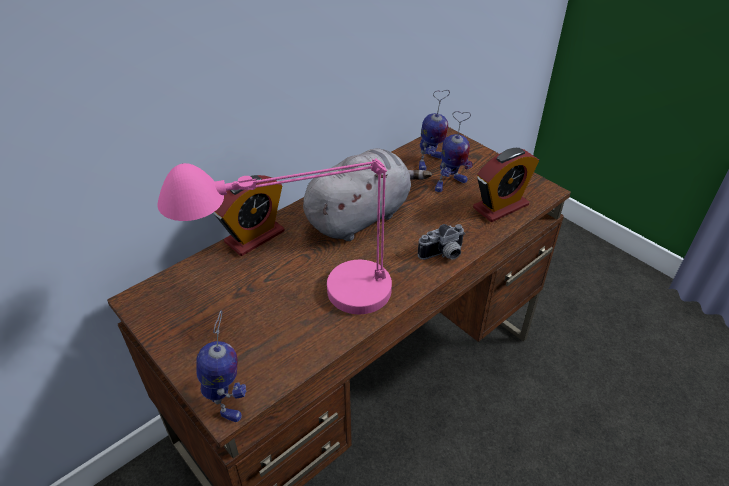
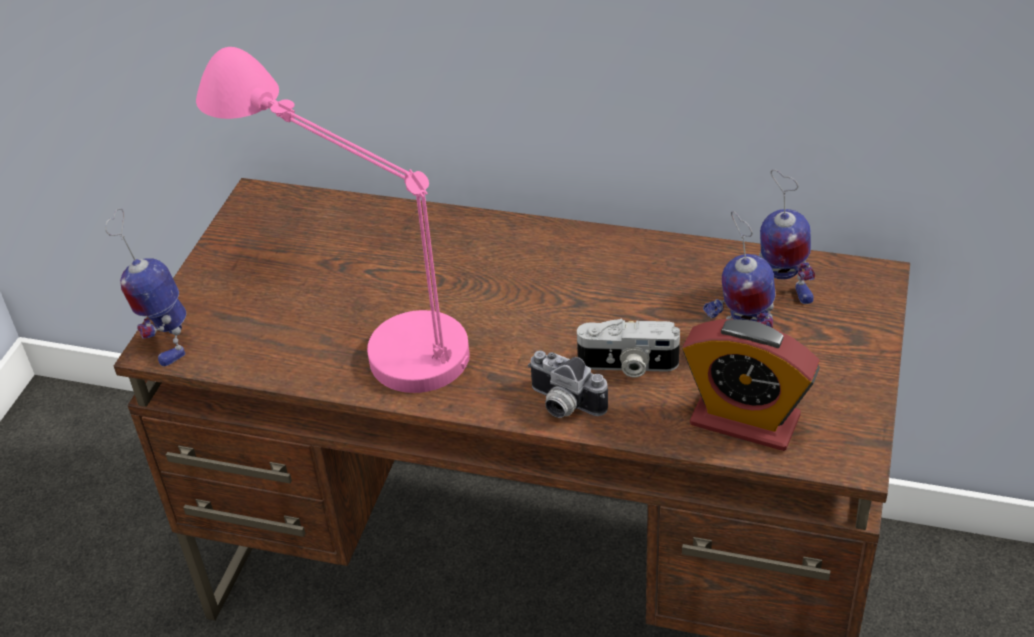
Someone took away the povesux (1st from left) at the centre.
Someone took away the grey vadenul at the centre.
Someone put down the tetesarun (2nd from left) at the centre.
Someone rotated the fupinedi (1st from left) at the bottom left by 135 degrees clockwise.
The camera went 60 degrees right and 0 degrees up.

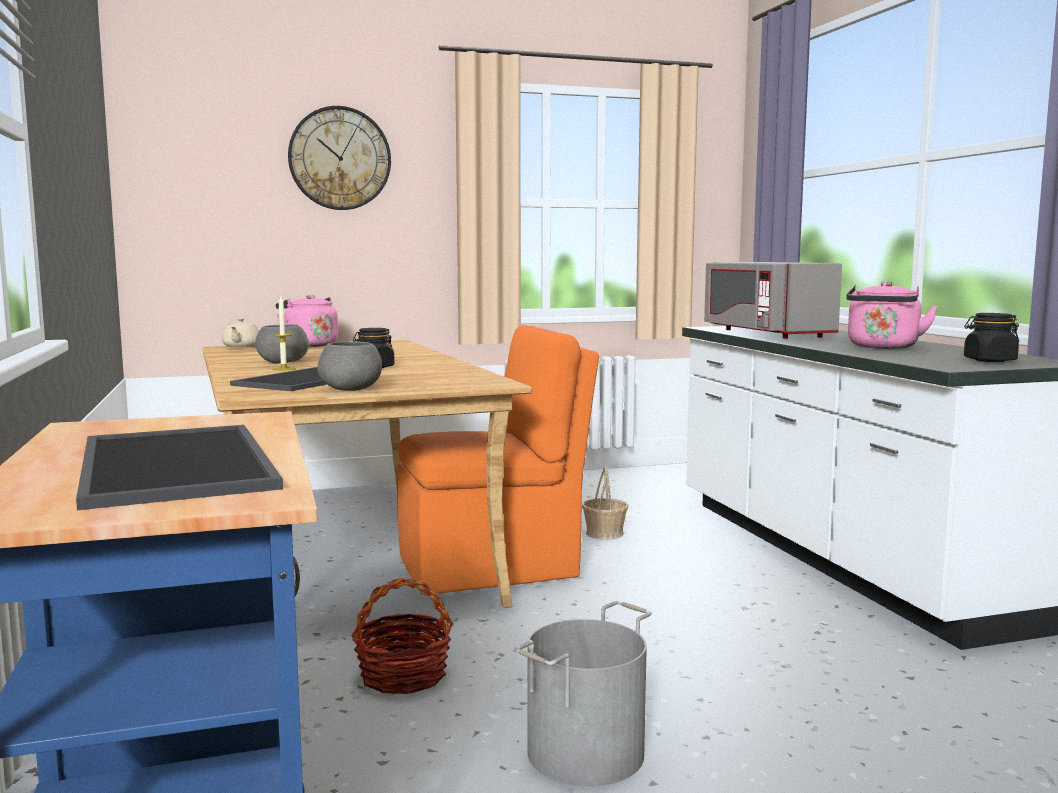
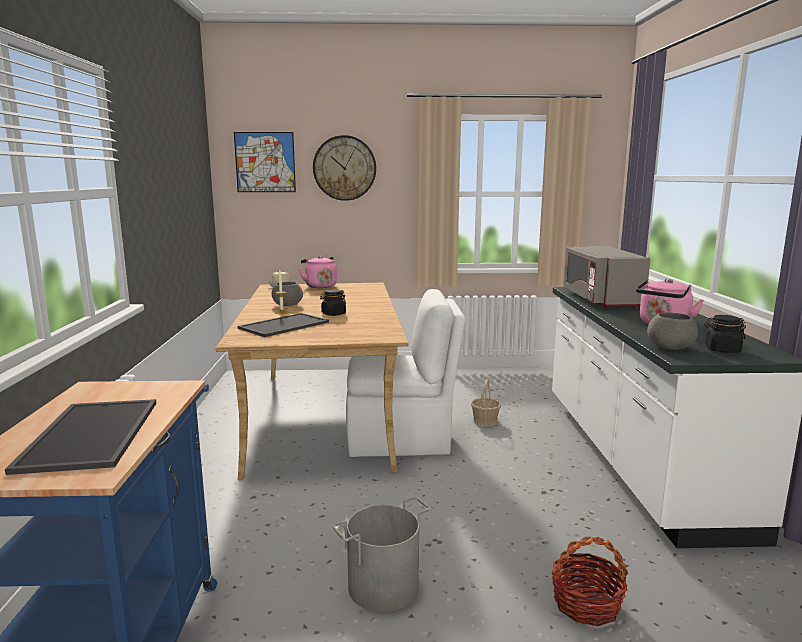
Someone put up the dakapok at the top left.
Someone carried the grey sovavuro (2nd from left) from the middle left to the middle right.
Someone carried the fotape (1st from left in the first image) from the bottom centre to the bottom right.
Someone repainted the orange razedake at the centre, which became the white razedake at the centre.
The camera went 15 degrees right and 5 degrees up.

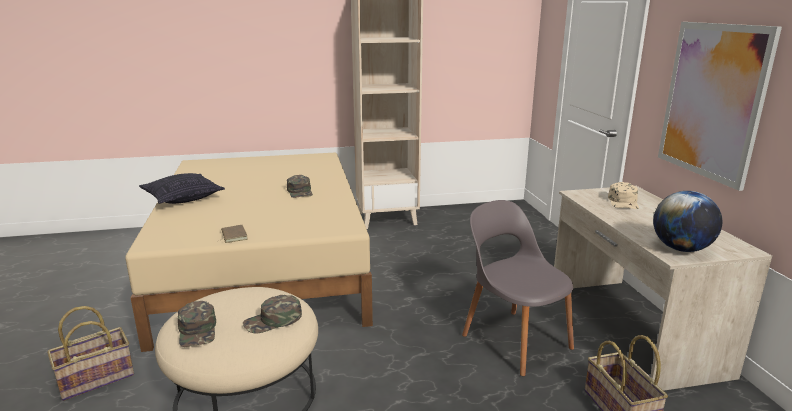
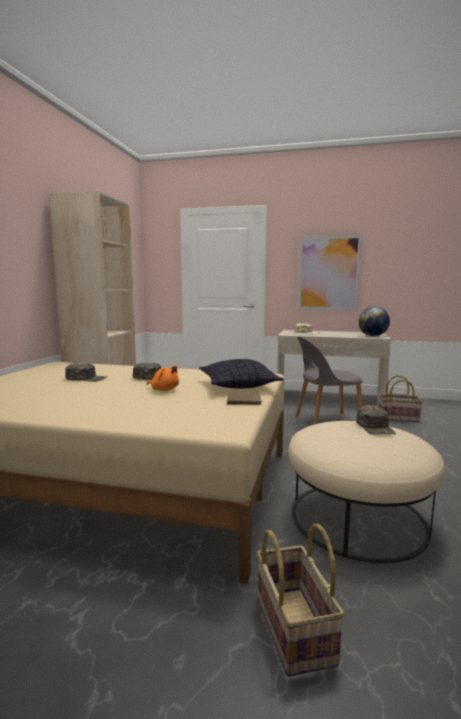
Someone put down the orange vadenul at the centre.
Someone carried the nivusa from the middle left to the centre.
Someone carried the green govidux (1st from left) from the bottom left to the middle left.
The camera went 65 degrees left and 10 degrees down.

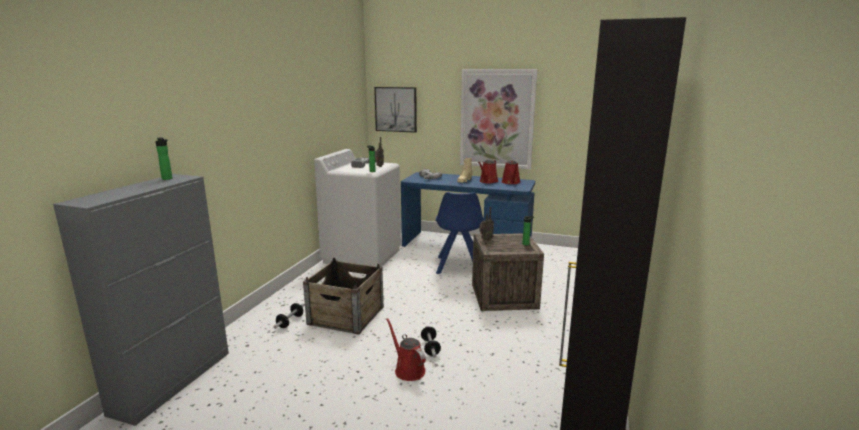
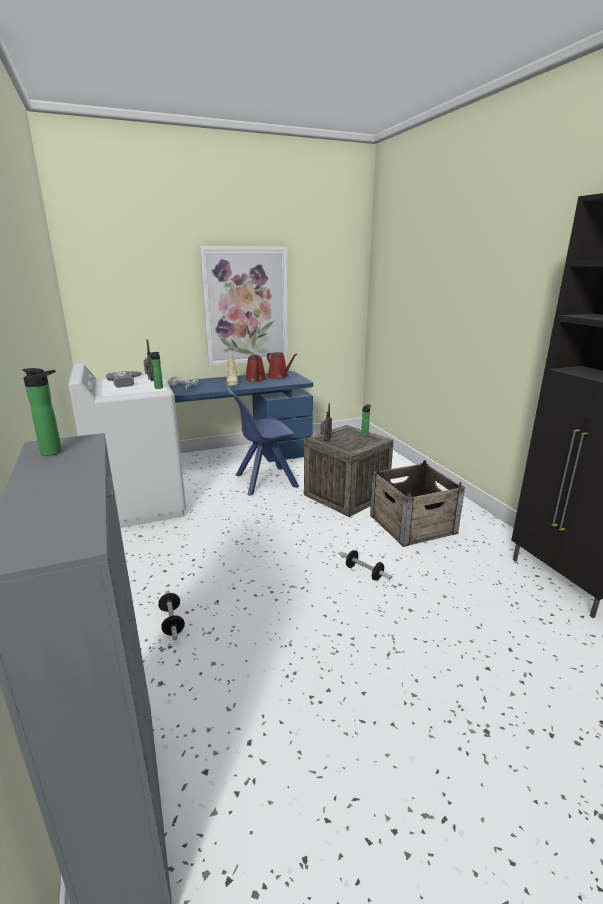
Someone took away the dakapok (1st from left) at the top centre.
Someone took away the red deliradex (1st from left) at the bottom centre.
Someone carried the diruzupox (1st from left in the first image) from the bottom centre to the middle right.
Someone rotated the blue razedake at the centre by 105 degrees clockwise.
The camera went 40 degrees left and 5 degrees up.

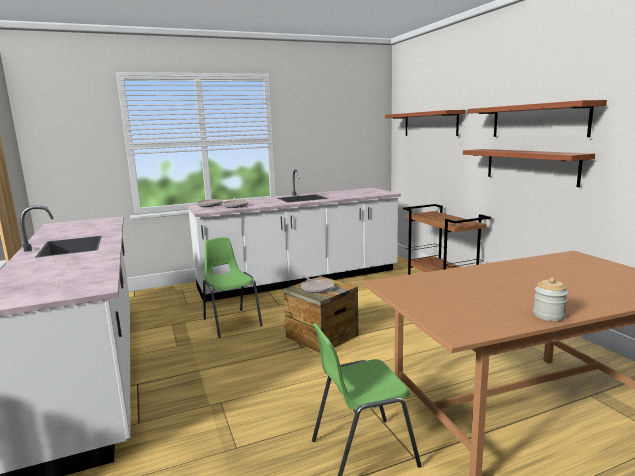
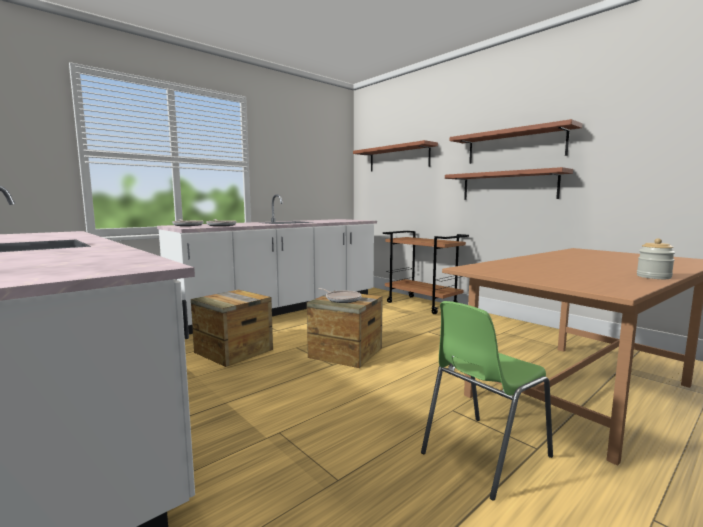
Someone swapped the green razedake (1st from left) at the centre for the diruzupox (1st from left) at the middle left.
The camera went 20 degrees left and 5 degrees down.

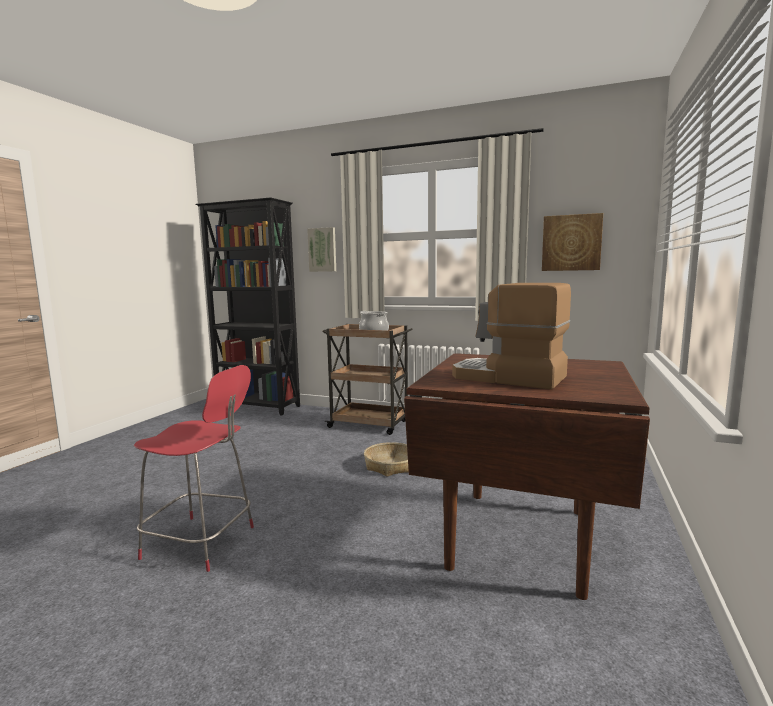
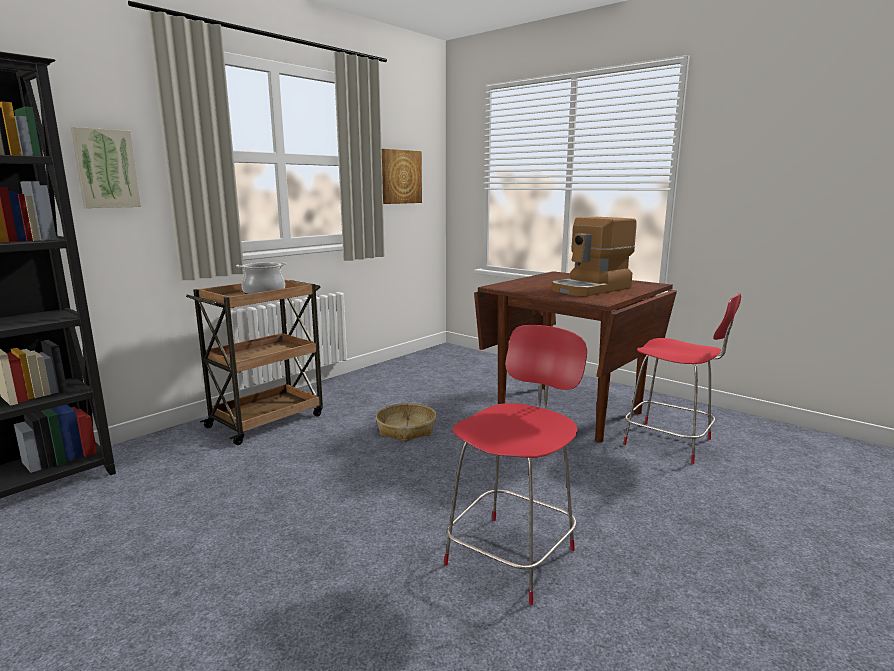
Someone put down the red razedake (2nd from left) at the middle right.
The camera went 70 degrees left and 5 degrees up.

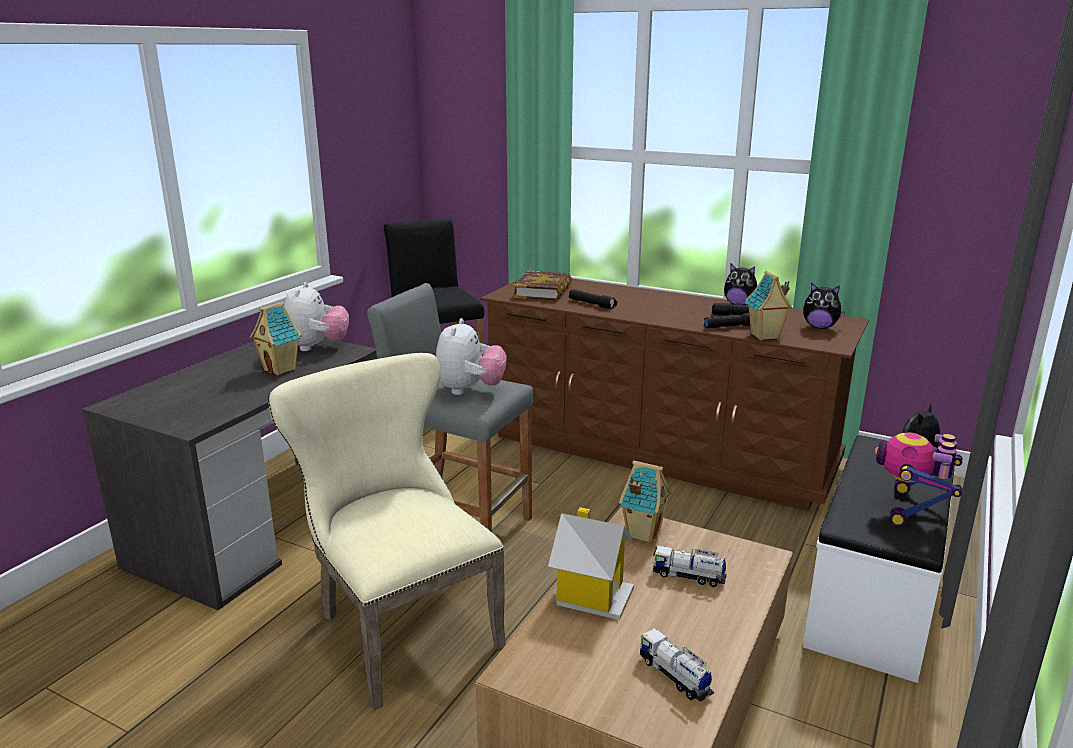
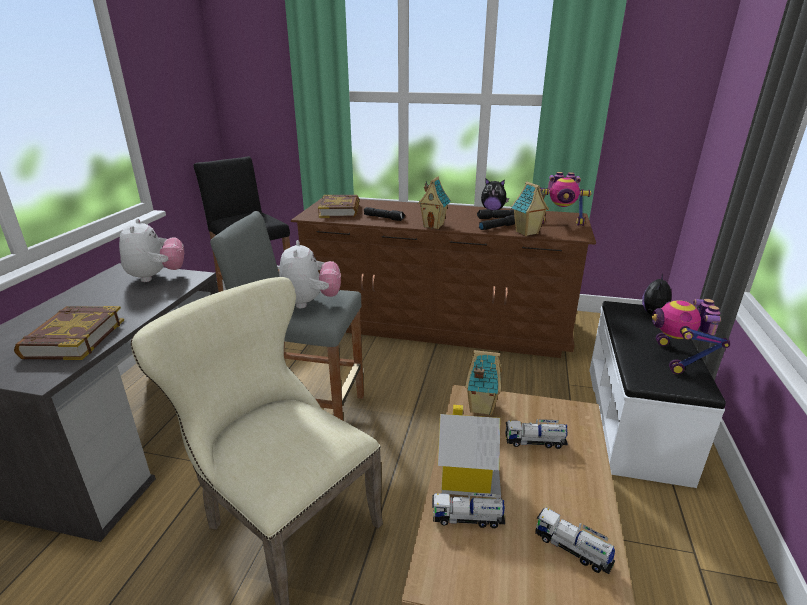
Someone put down the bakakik (1st from left) at the middle left.
Someone put down the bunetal (1st from left) at the bottom centre.
Someone carried the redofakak (1st from left) from the middle left to the centre.
Someone swapped the vadenul (4th from left) at the middle right for the fupinedi (1st from left) at the top right.
The camera went 15 degrees left and 5 degrees up.

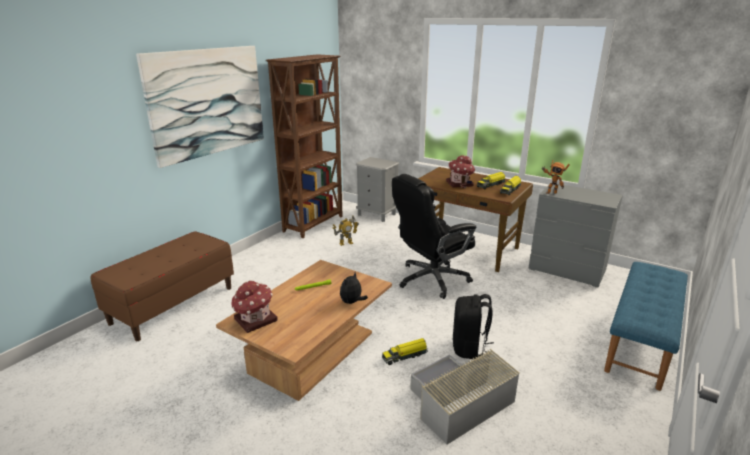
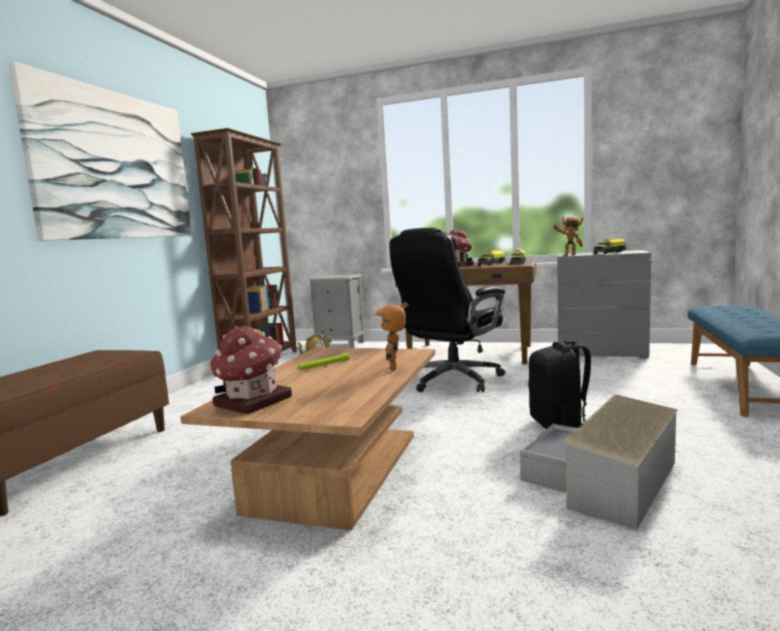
Someone carried the bunetal (1st from left in the first image) from the bottom centre to the middle right.
Someone swapped the vadenul at the centre for the fupinedi (2nd from left) at the centre.
The camera went 15 degrees left and 15 degrees down.

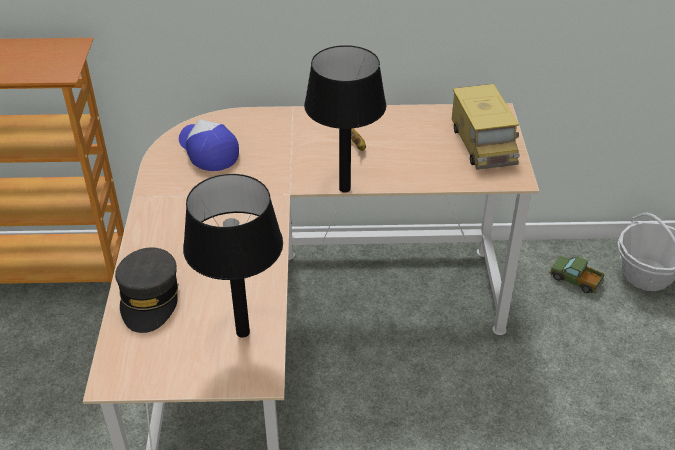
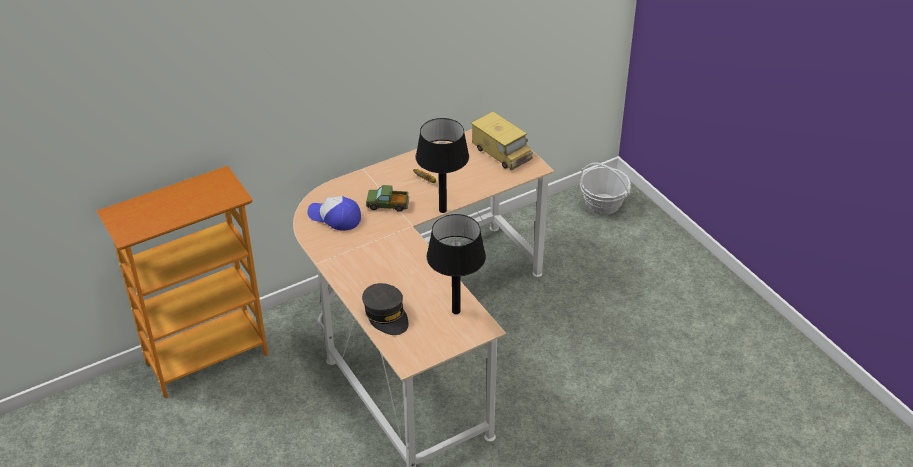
Someone carried the bunetal (2nd from left in the first image) from the middle right to the centre.
The camera went 30 degrees left and 0 degrees up.

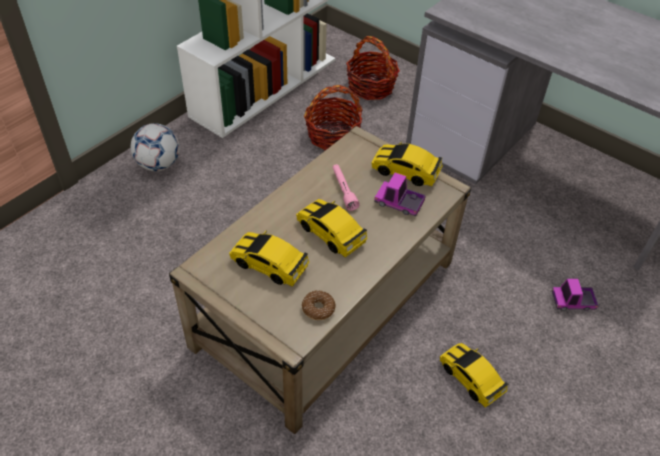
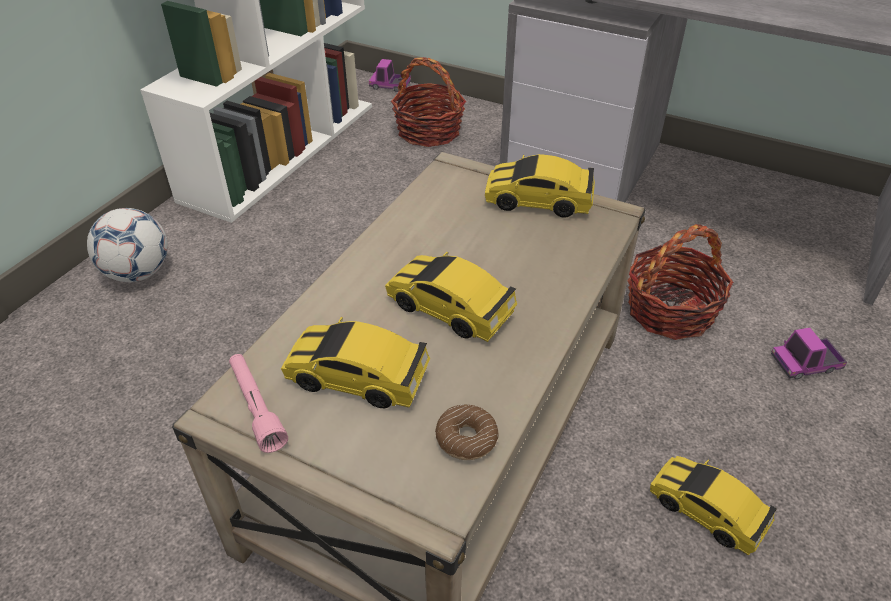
Someone carried the fotape (1st from left in the first image) from the top centre to the middle right.
Someone carried the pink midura from the centre to the bottom left.
Someone carried the bunetal (1st from left) from the centre to the top centre.
The camera went 10 degrees left and 5 degrees down.

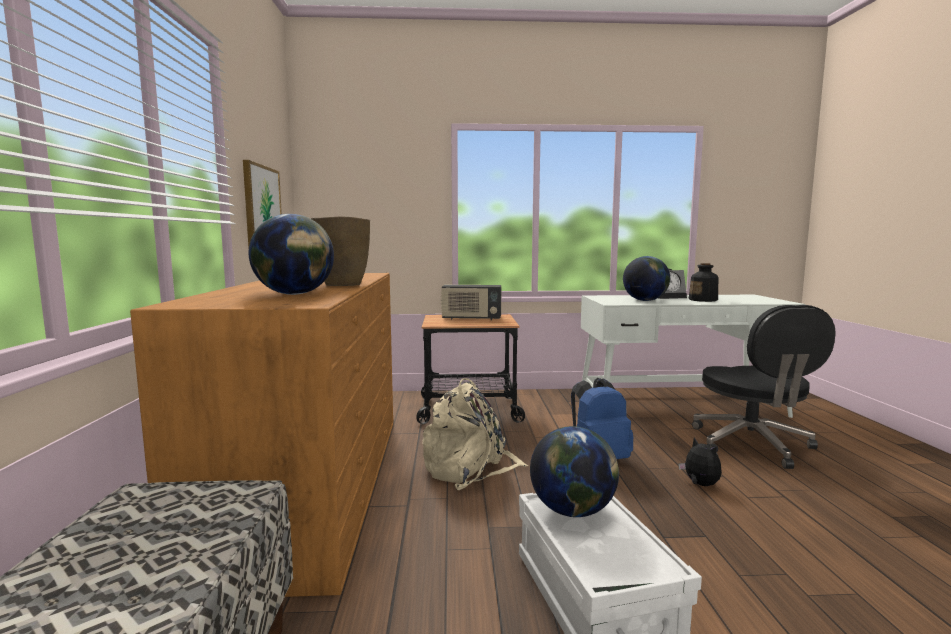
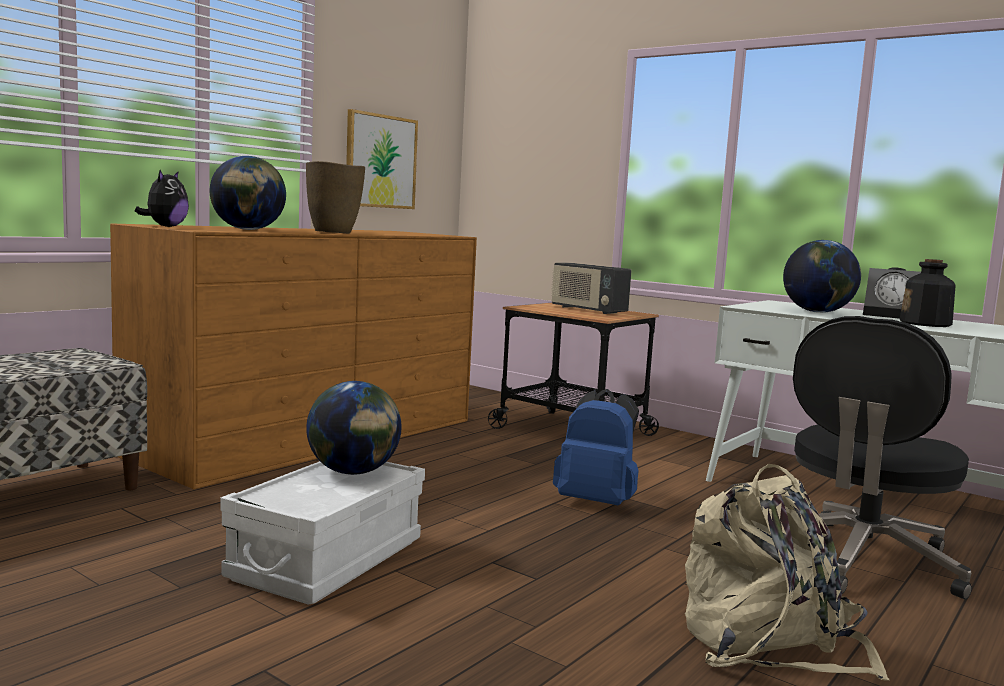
Someone carried the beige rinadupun from the bottom centre to the bottom right.
Someone carried the vadenul from the bottom right to the top left.
The camera went 40 degrees right and 0 degrees up.

